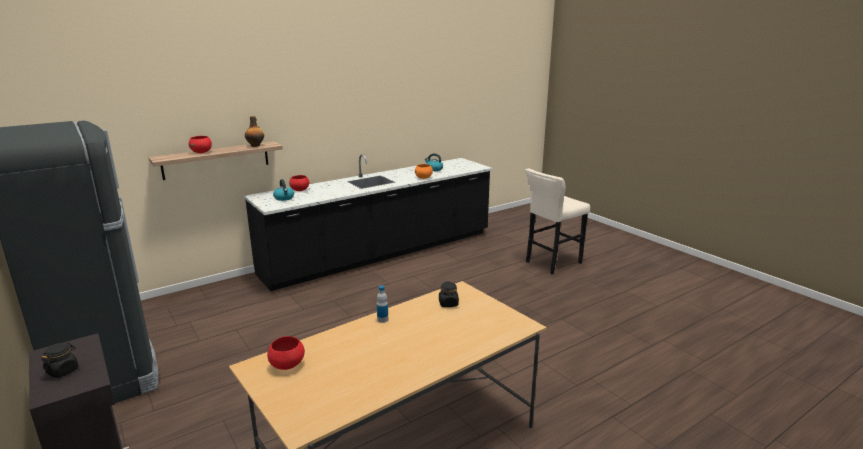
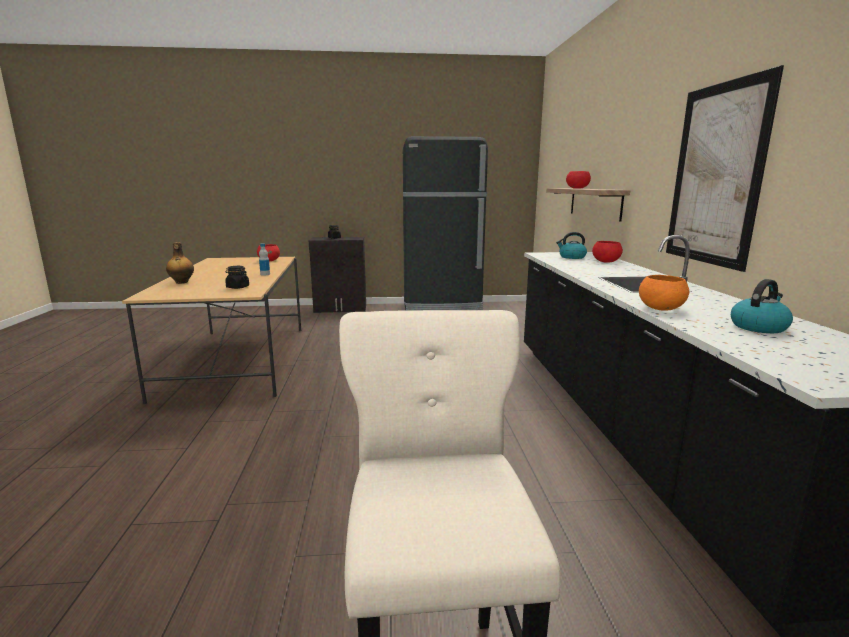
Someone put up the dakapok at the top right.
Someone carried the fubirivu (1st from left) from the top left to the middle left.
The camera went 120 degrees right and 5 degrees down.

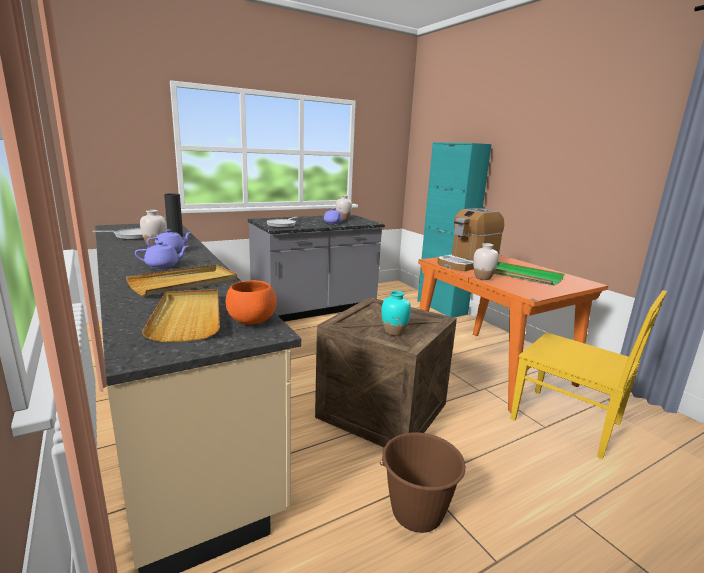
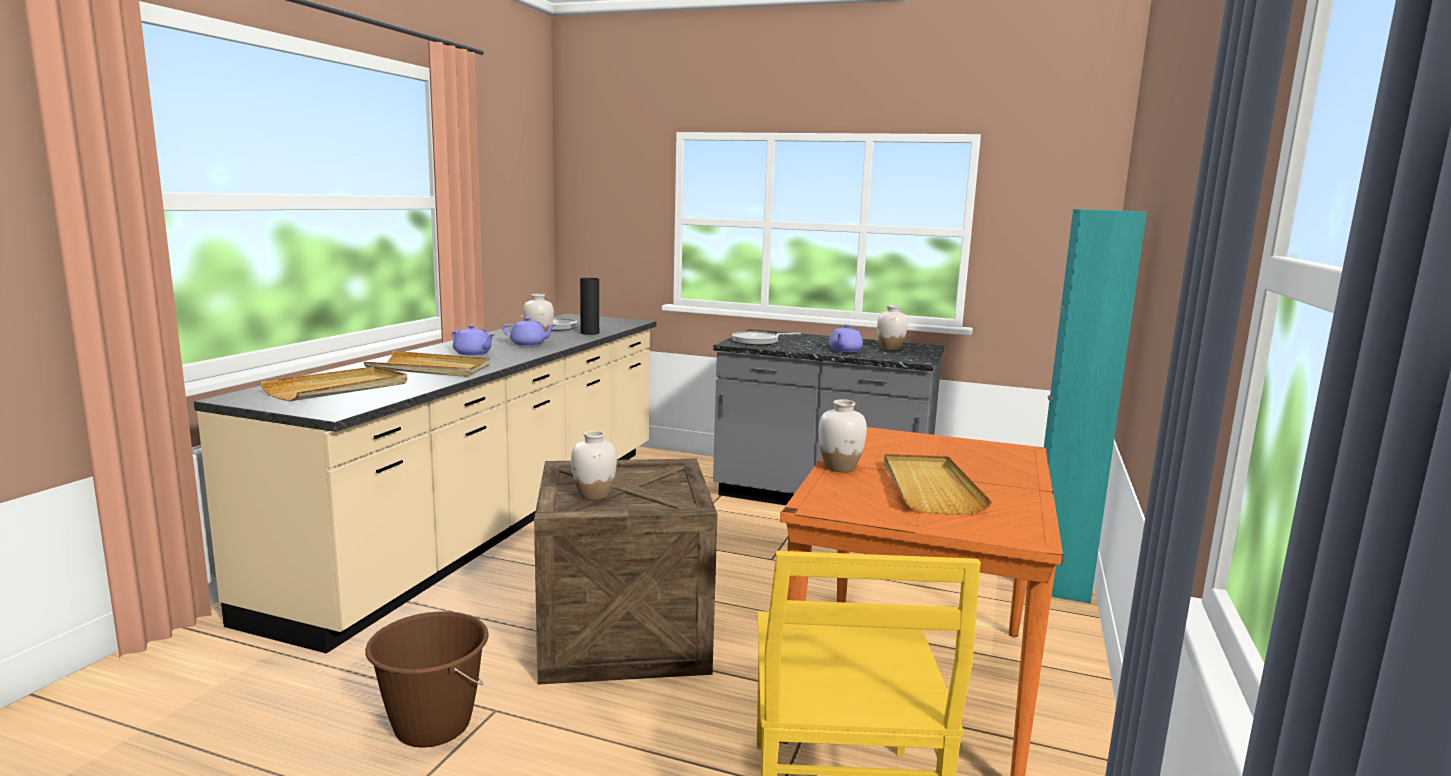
Someone took away the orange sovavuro at the centre.
Someone took away the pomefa at the middle right.
Someone repainted the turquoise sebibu at the centre, which became the white sebibu (2nd from left) at the centre.
Someone repainted the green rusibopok at the middle right, which became the beige rusibopok (3rd from left) at the centre.
The camera went 50 degrees right and 5 degrees down.

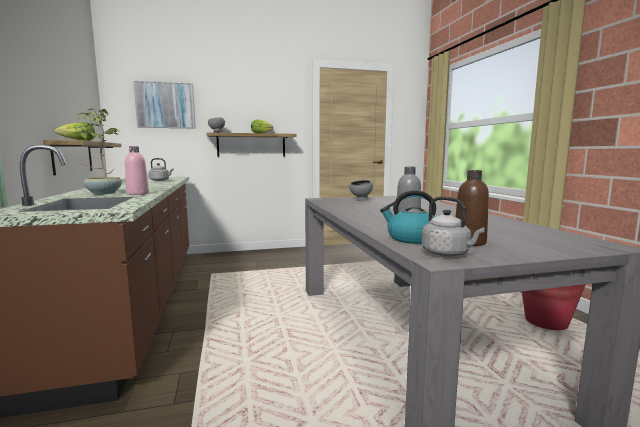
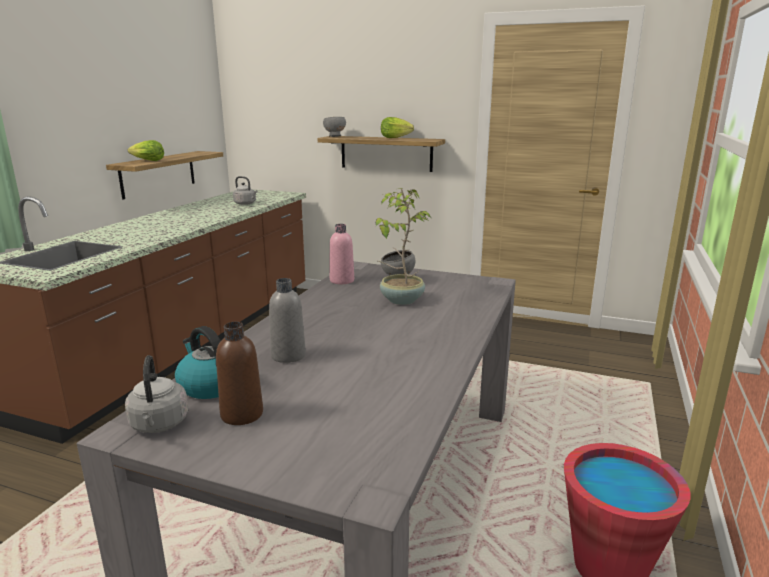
Someone took away the dakapok at the top left.
Someone carried the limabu from the middle left to the centre.
Someone carried the pink fubirivu from the middle left to the centre.
The camera went 35 degrees right and 10 degrees up.

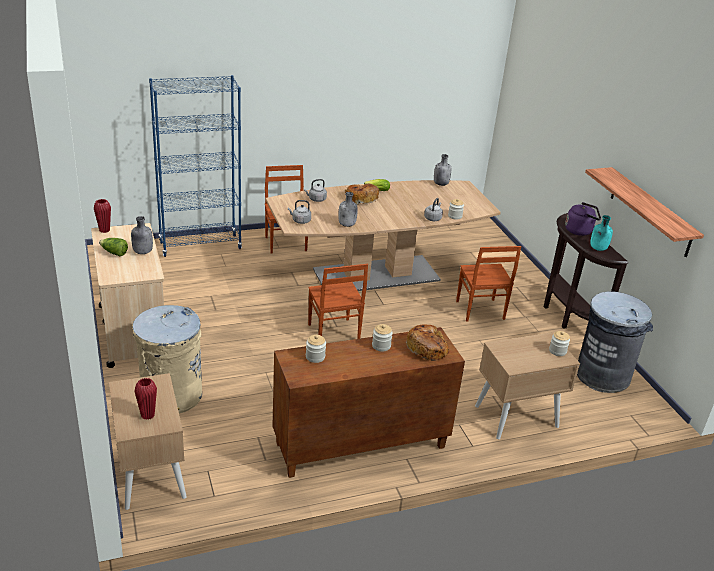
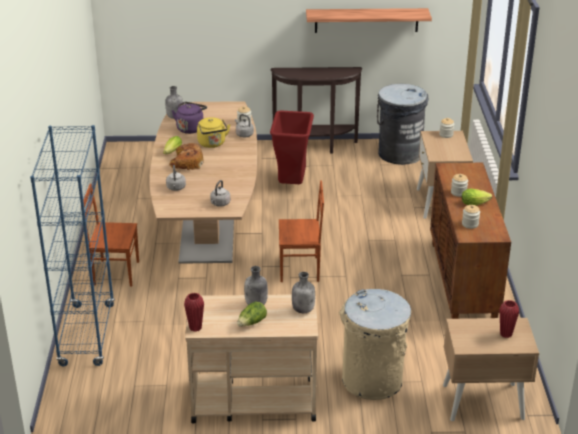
Someone took away the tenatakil (2nd from left) at the centre.
Someone took away the turquoise fubirivu at the middle right.
Someone put down the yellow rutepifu at the top centre.
Someone put down the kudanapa (3rd from left) at the middle right.
Someone carried the grey fubirivu (2nd from left in the first image) from the centre to the bottom centre.
Someone carried the purple rutepifu from the middle right to the top left.
Someone swapped the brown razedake (3rd from left) at the middle right for the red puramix at the centre.
The camera went 70 degrees left and 0 degrees up.

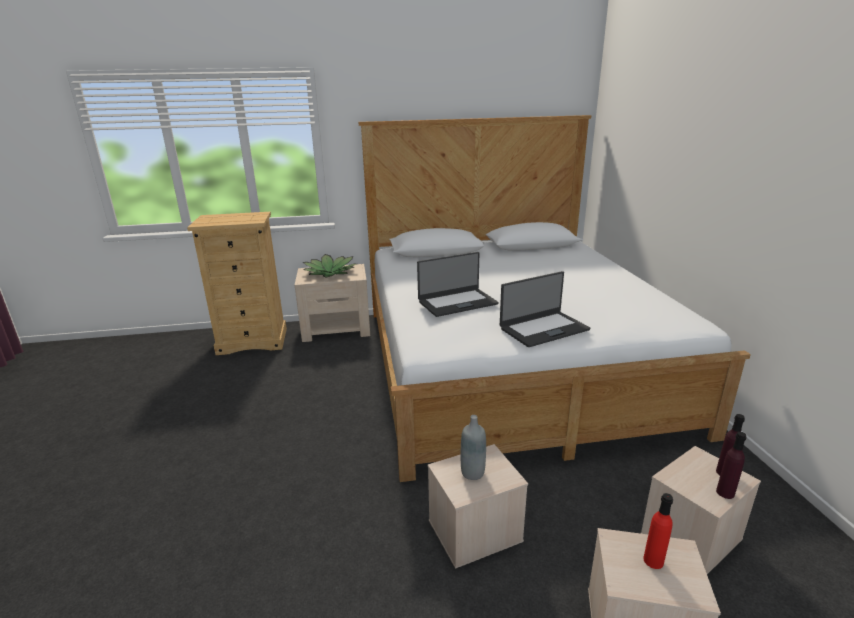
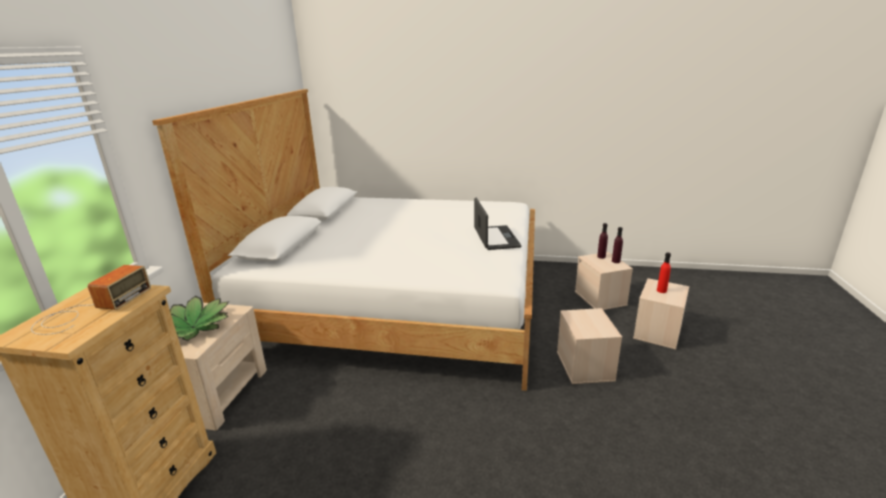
Someone took away the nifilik (1st from left) at the centre.
Someone took away the grey fubirivu at the bottom centre.
Someone put down the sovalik at the middle left.
The camera went 70 degrees left and 0 degrees up.

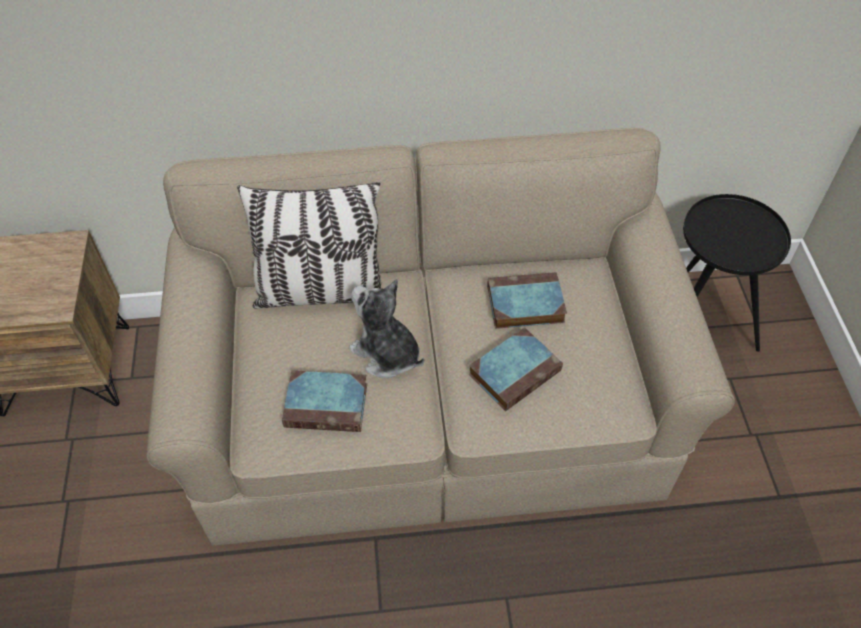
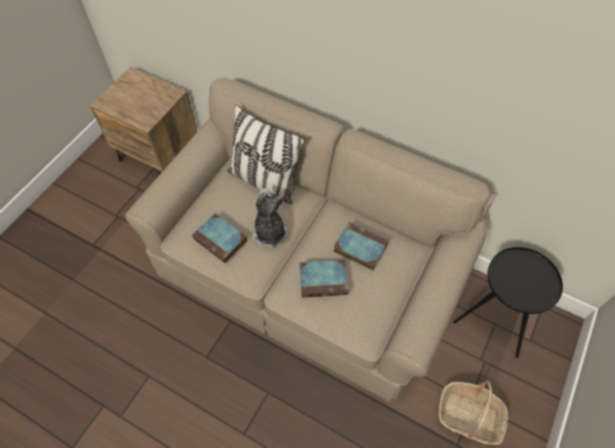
Someone put down the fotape at the bottom right.
The camera went 35 degrees right and 5 degrees up.

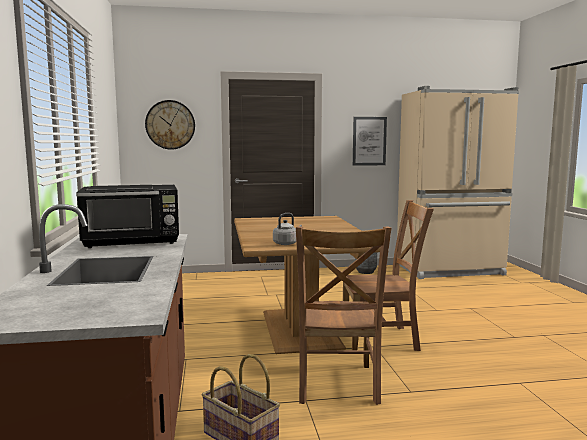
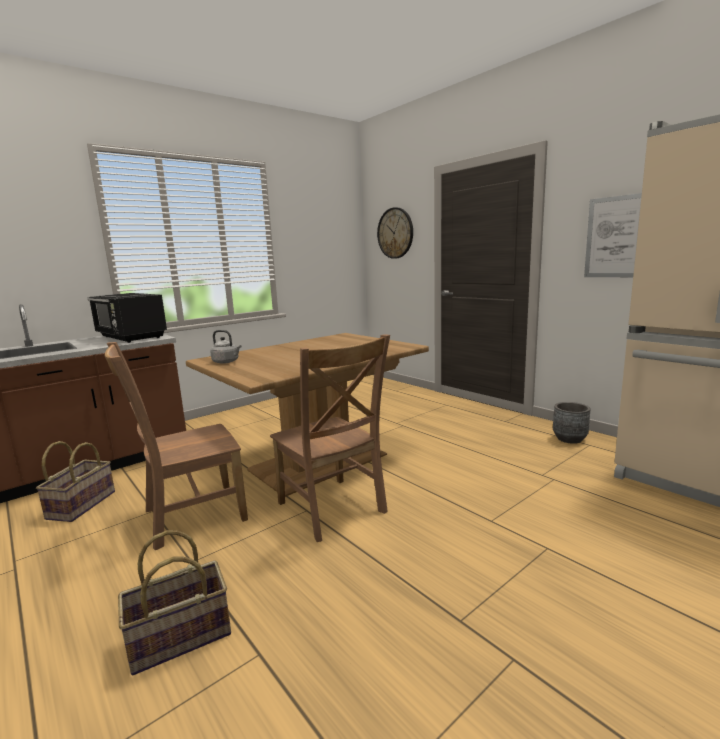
Someone put down the fotape (2nd from left) at the bottom left.
The camera went 60 degrees right and 5 degrees up.

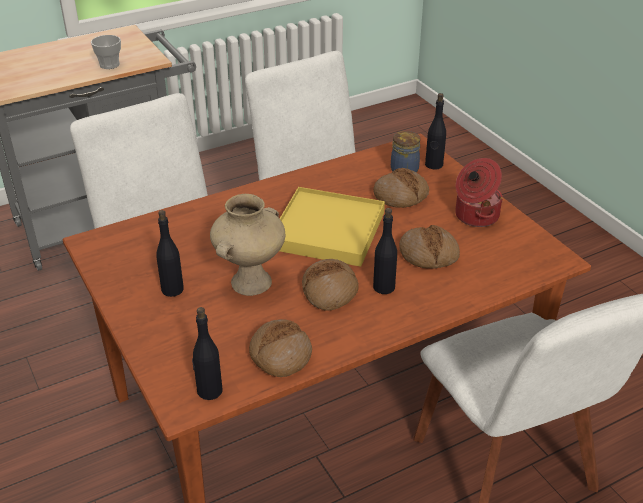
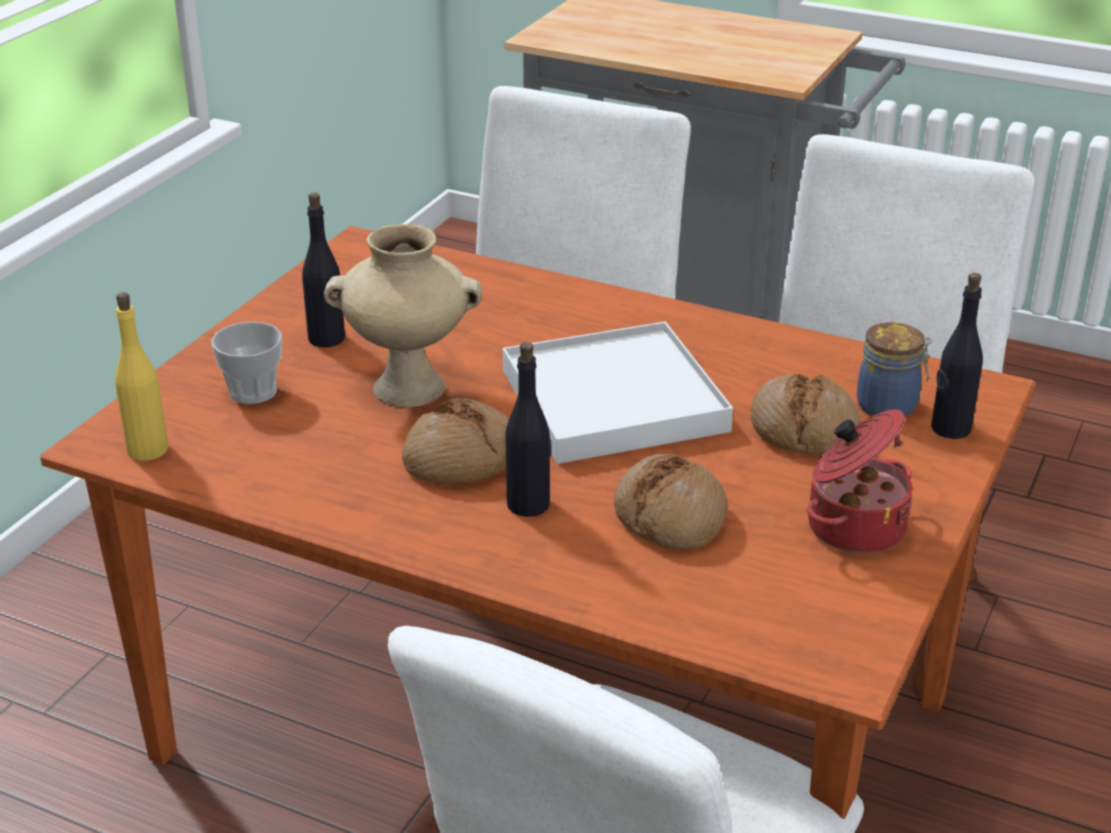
Someone took away the tenatakil (1st from left) at the bottom centre.
Someone carried the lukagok from the top left to the middle left.
Someone repainted the black fubirivu (2nd from left) at the bottom left, which became the yellow fubirivu at the middle left.
Someone repainted the yellow rusibopok at the centre, which became the white rusibopok at the centre.
The camera went 55 degrees right and 5 degrees down.

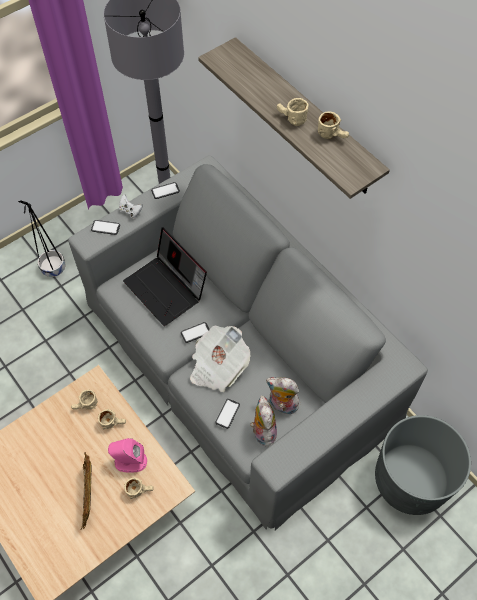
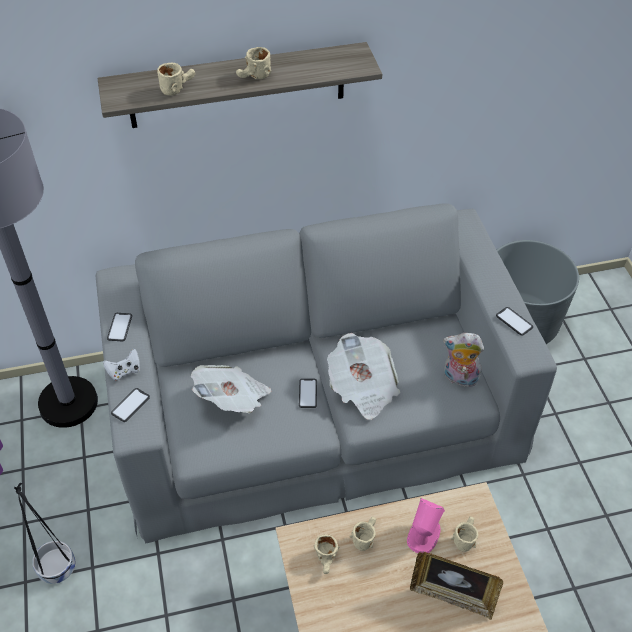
Someone took away the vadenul (2nd from left) at the centre.
Someone carried the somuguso (4th from left) from the bottom centre to the middle right.
Someone carried the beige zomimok (5th from left in the first image) from the top right to the top left.
Someone swapped the nifilik at the centre for the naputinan (1st from left) at the centre.
The camera went 65 degrees left and 10 degrees down.

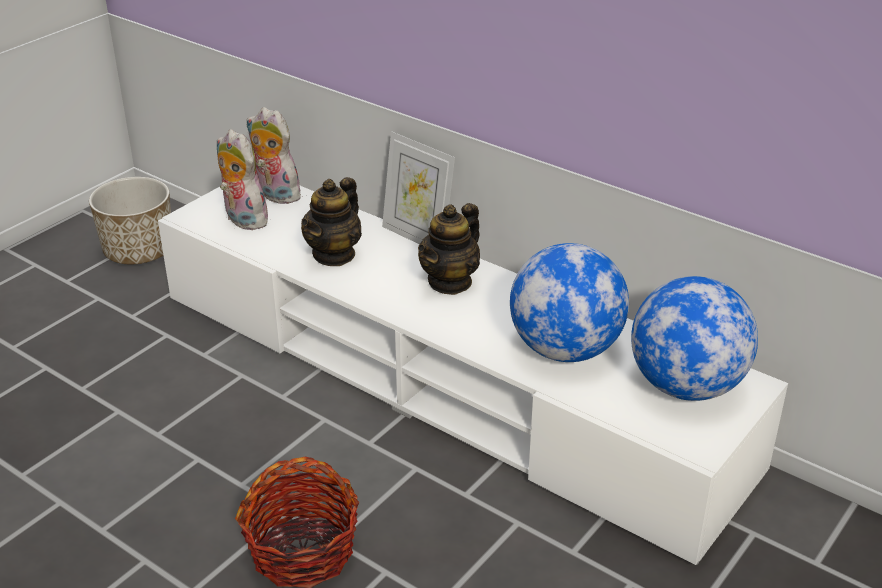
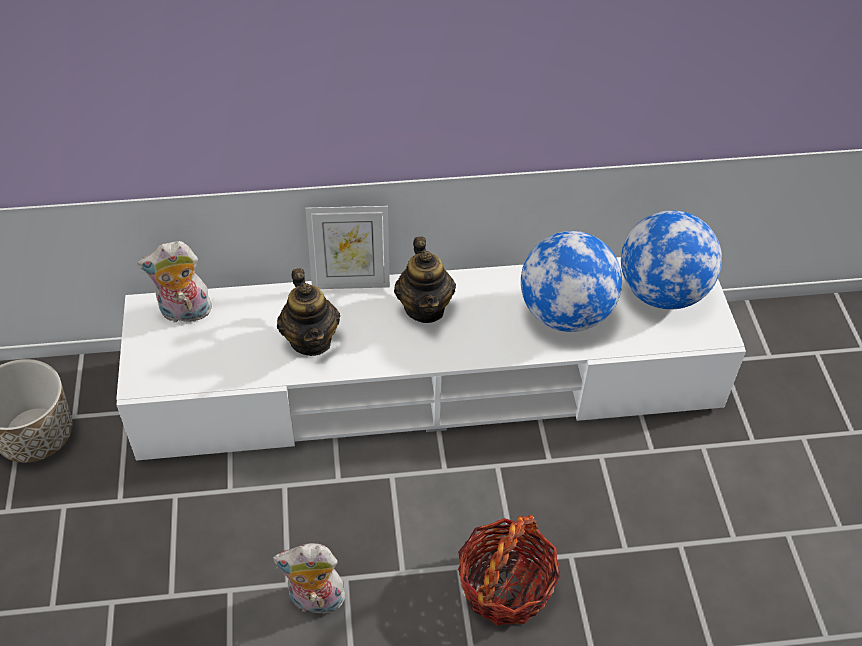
Someone carried the vadenul (1st from left in the first image) from the top left to the bottom centre.
The camera went 45 degrees left and 15 degrees up.

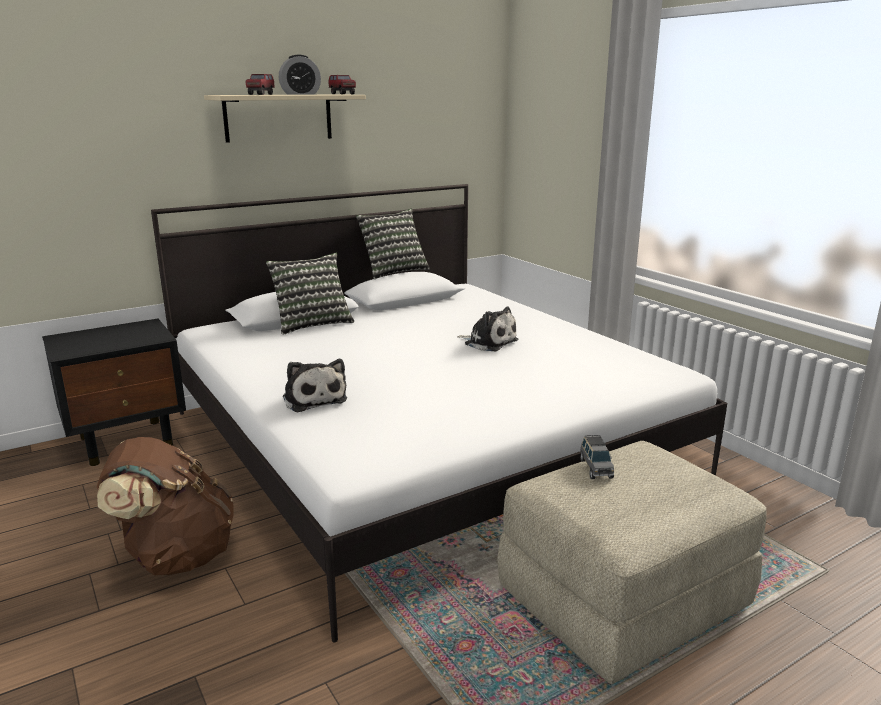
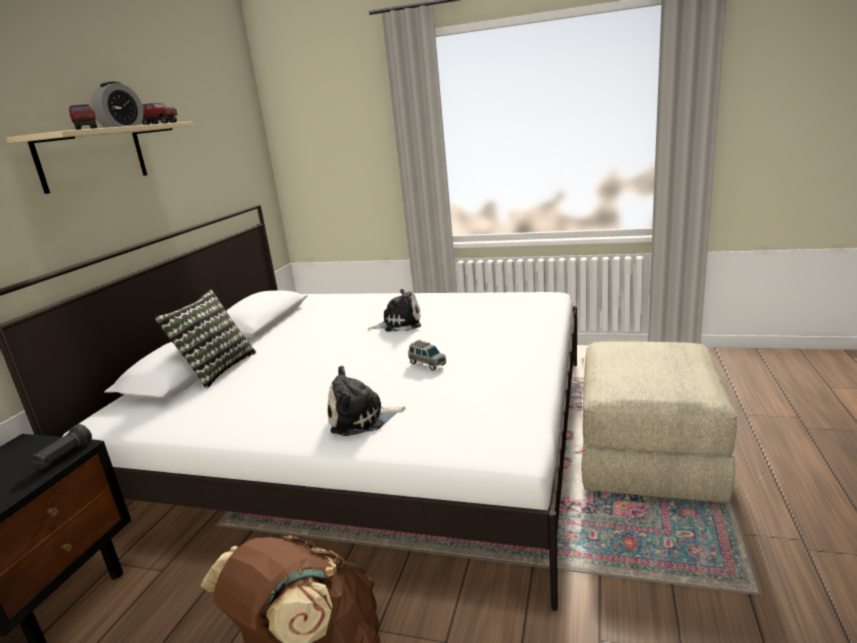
Someone took away the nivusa (2nd from left) at the centre.
Someone put down the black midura at the bottom left.
Someone carried the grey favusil from the middle right to the centre.
Someone rotated the vadenul (1st from left) at the centre by 150 degrees clockwise.
The camera went 40 degrees left and 0 degrees up.

